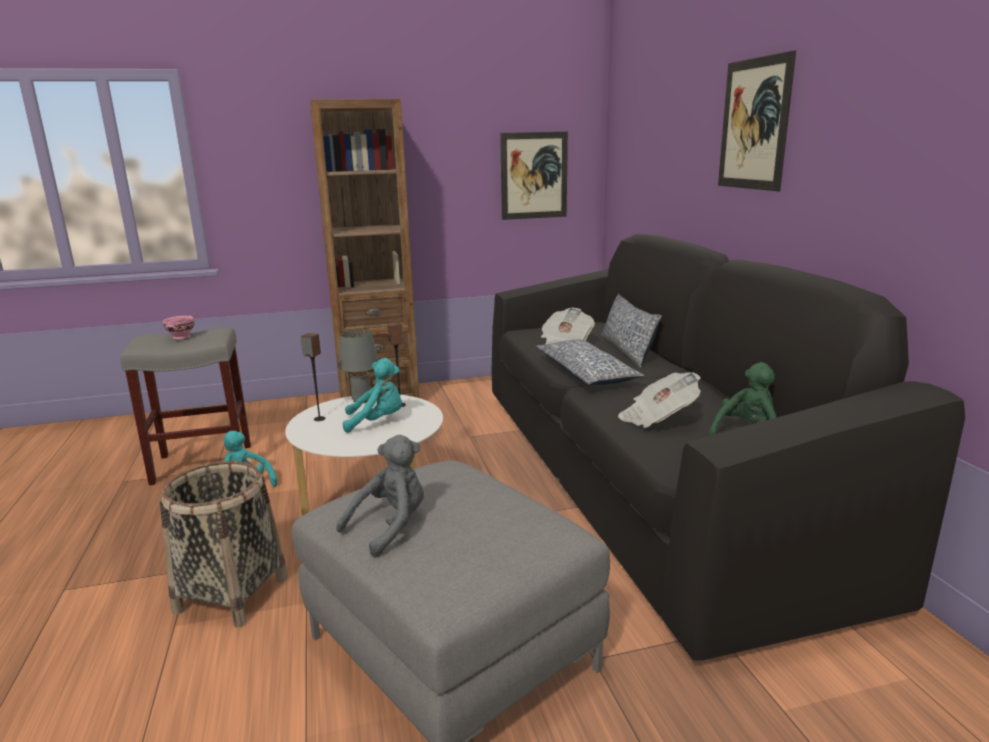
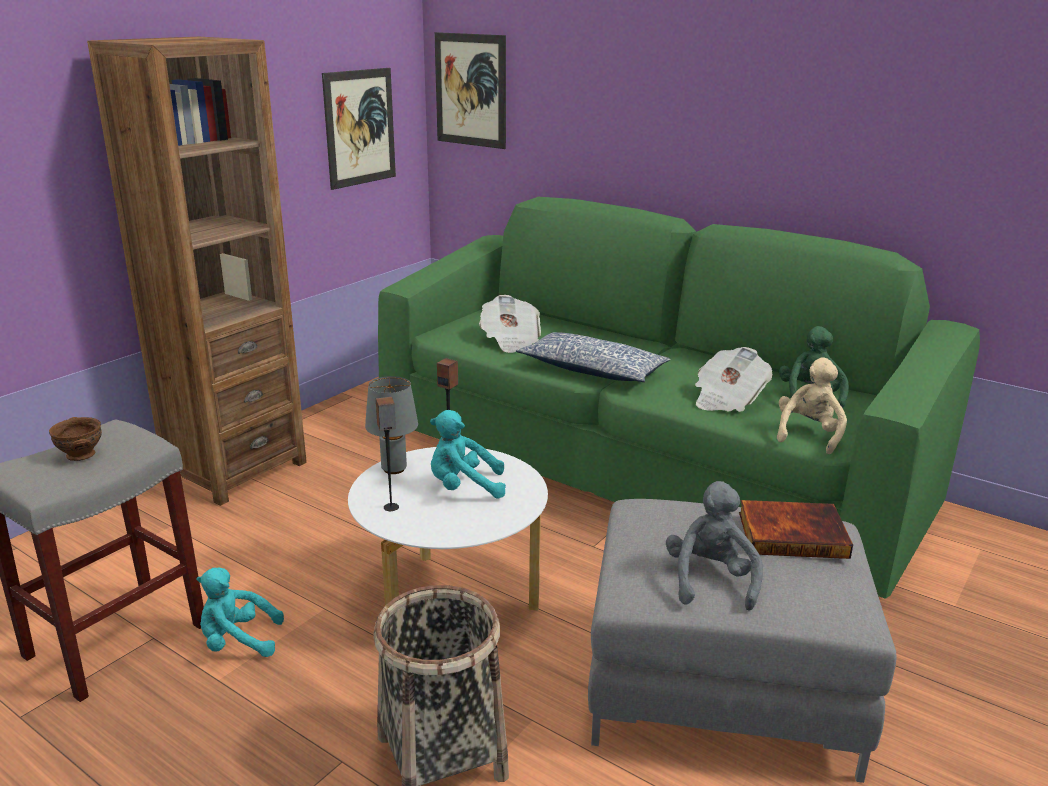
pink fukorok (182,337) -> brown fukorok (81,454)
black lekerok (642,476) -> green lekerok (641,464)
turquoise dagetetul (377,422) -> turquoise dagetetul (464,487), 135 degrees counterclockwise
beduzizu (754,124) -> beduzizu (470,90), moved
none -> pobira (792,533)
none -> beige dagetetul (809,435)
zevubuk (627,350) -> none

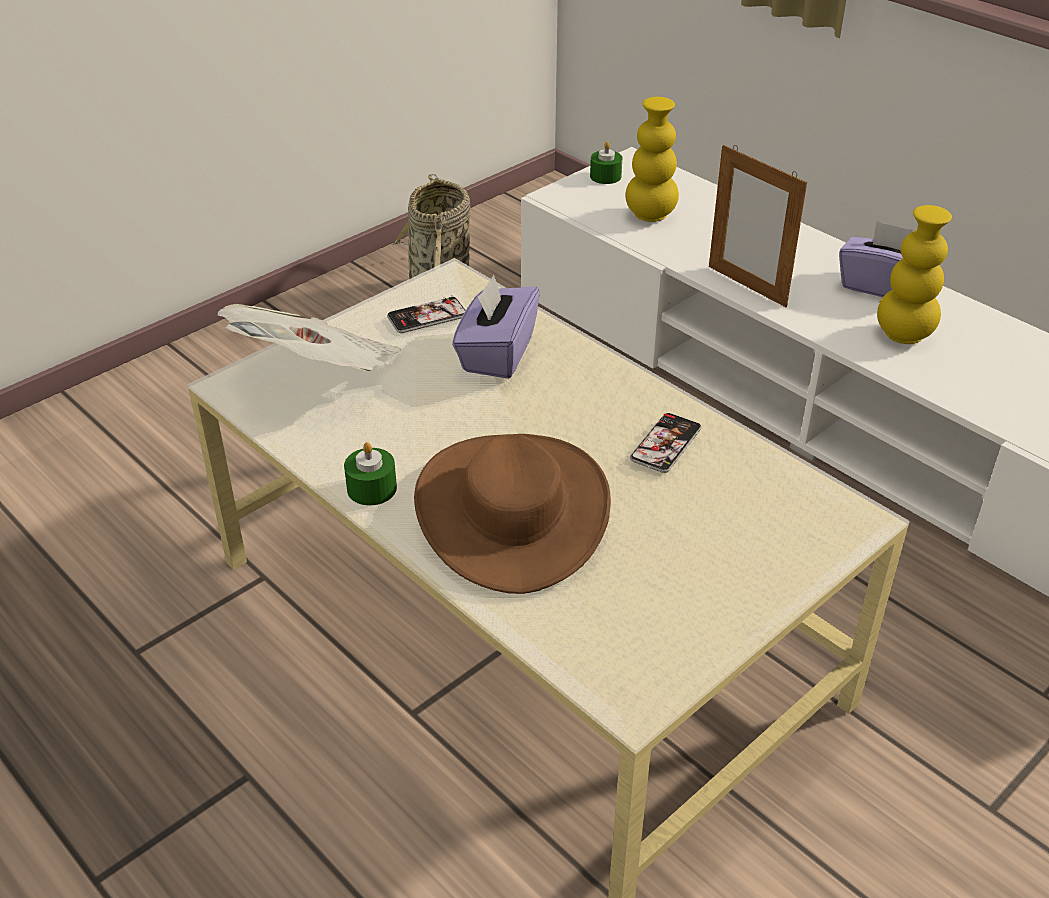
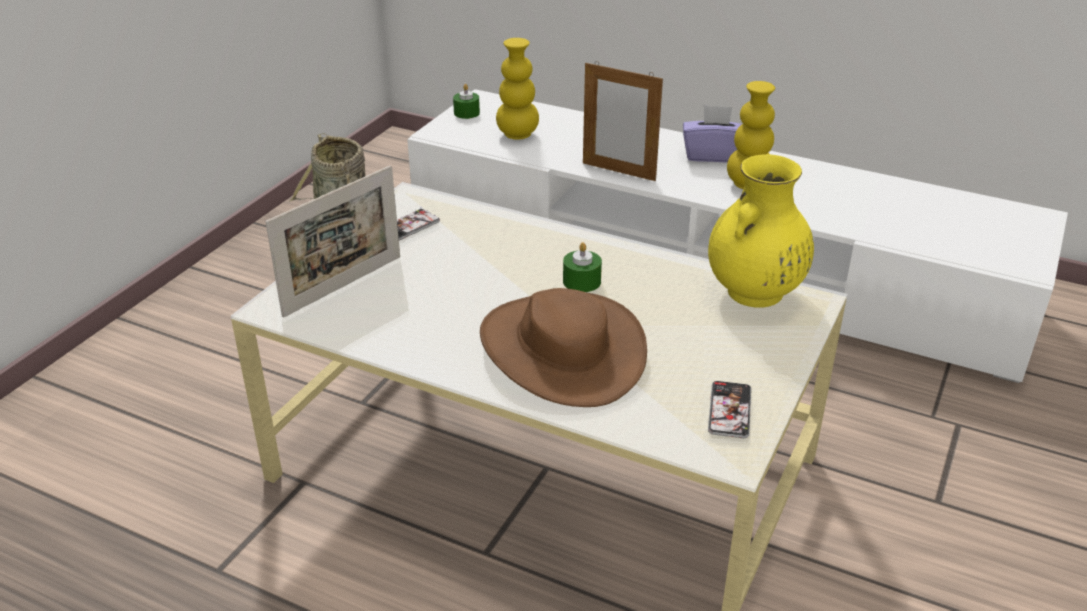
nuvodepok (319,374) -> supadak (343,286)
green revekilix (371,488) -> green revekilix (581,281), moved
none -> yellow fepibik (754,293)
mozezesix (666,444) -> mozezesix (729,410), moved
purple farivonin (496,353) -> none

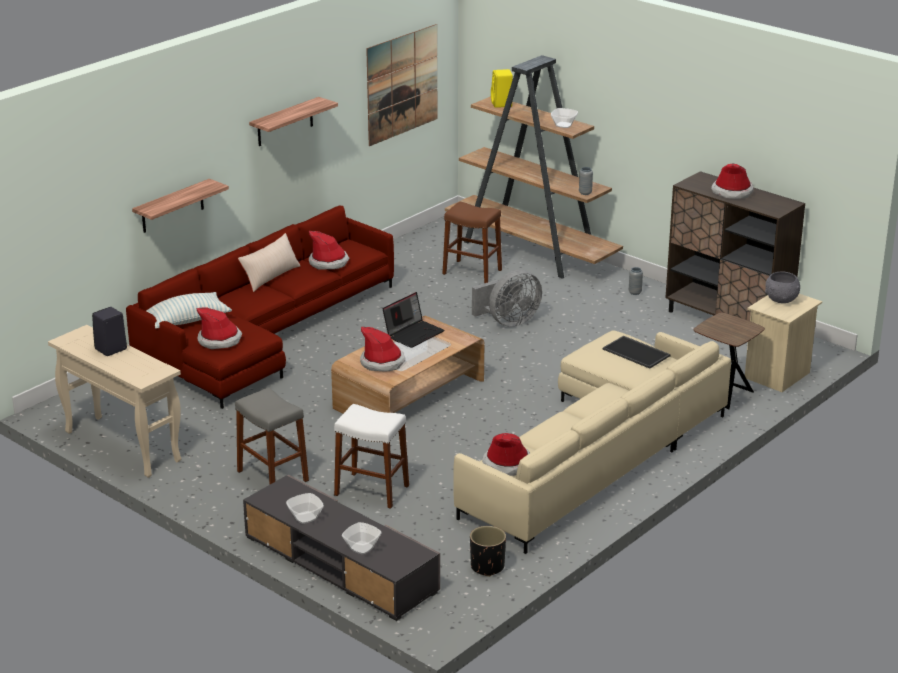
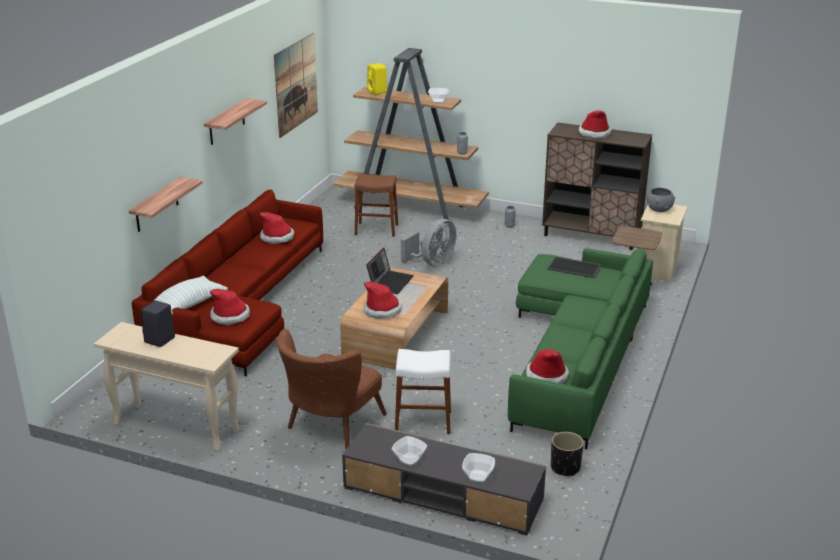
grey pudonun (272,476) -> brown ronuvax (330,426)
beige lekerok (596,453) -> green lekerok (576,353)
beige zevubuk (270,276) -> none

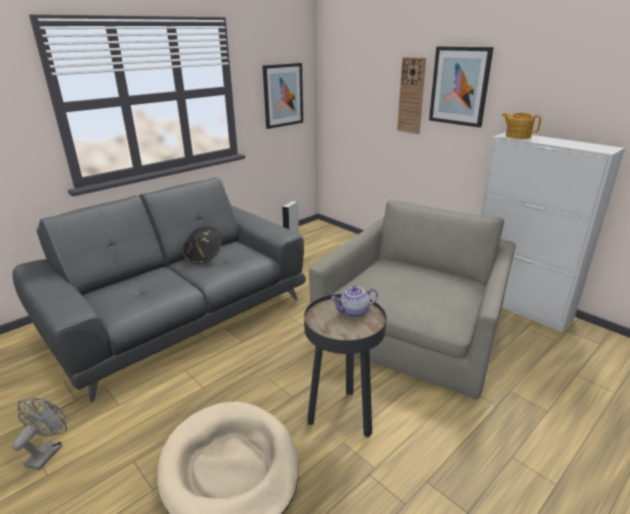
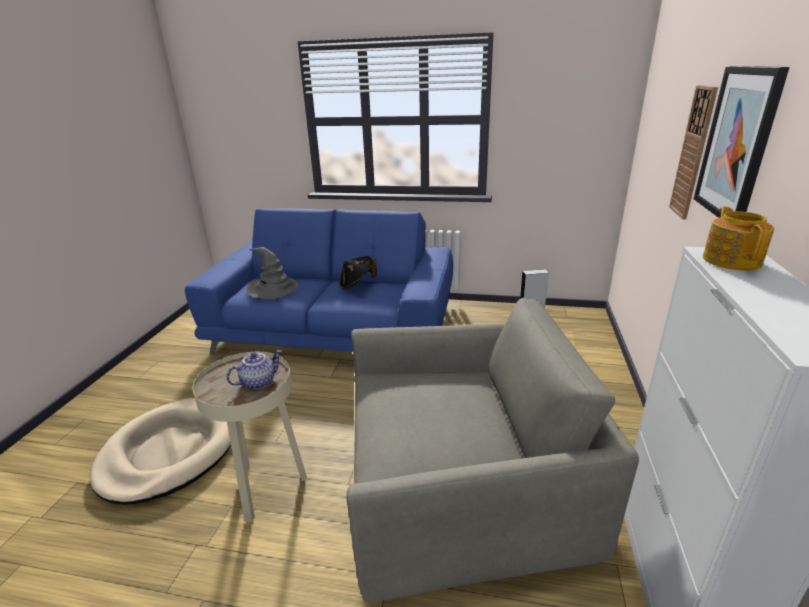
grey lekerok (179,316) -> blue lekerok (335,331)
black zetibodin (343,416) -> beige zetibodin (267,489)
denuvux (354,312) -> denuvux (258,381), 105 degrees clockwise
none -> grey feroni (273,289)
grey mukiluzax (48,451) -> none
beduzizu (283,95) -> none

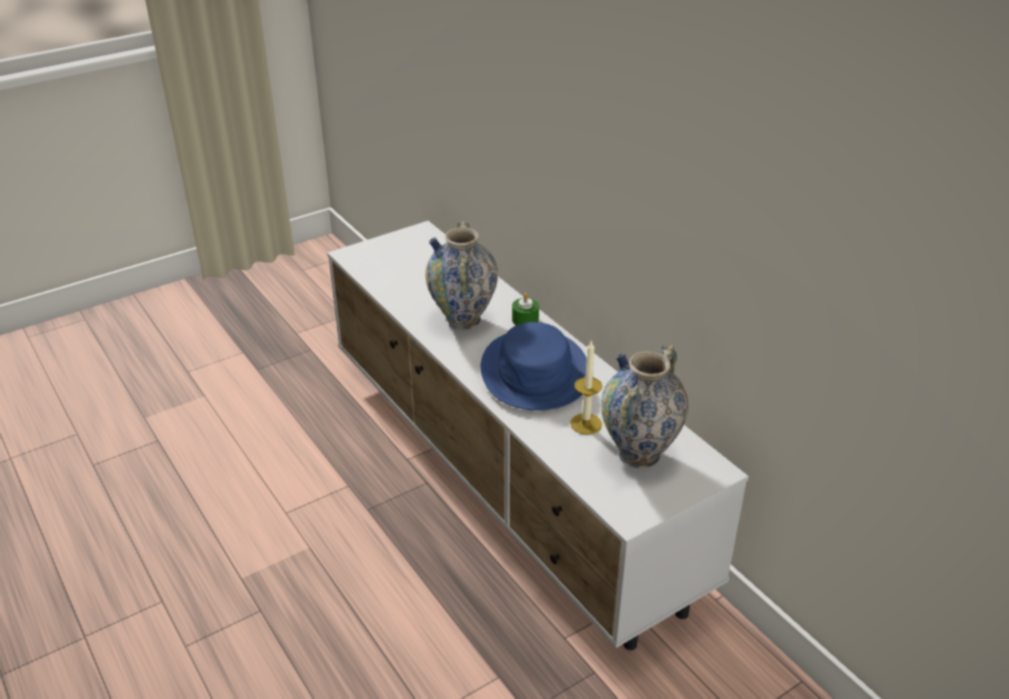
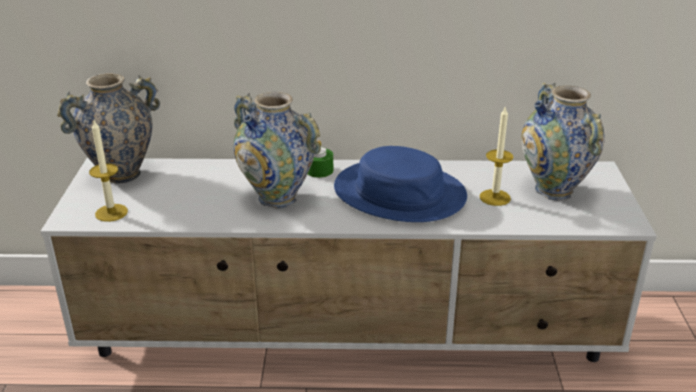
none -> fepibik (121,174)
none -> revekilix (111,212)

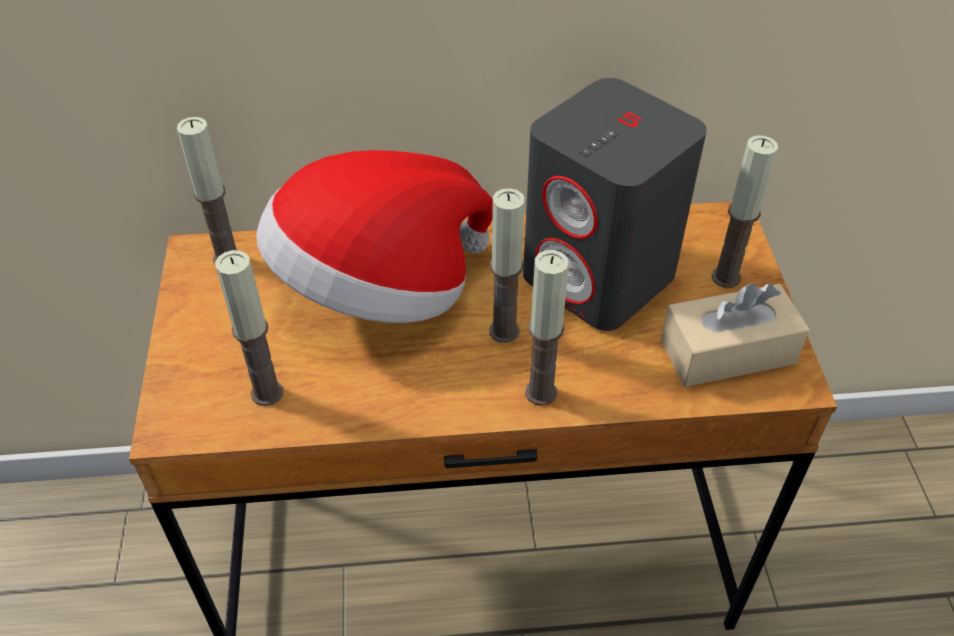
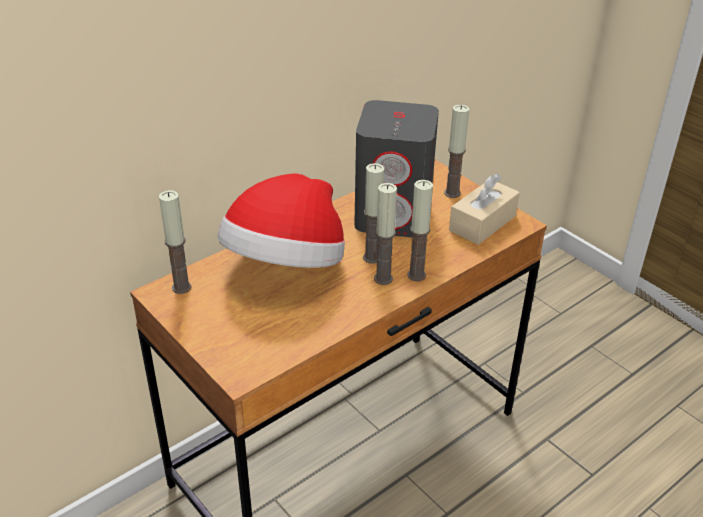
revekilix (267,393) -> revekilix (383,279), moved

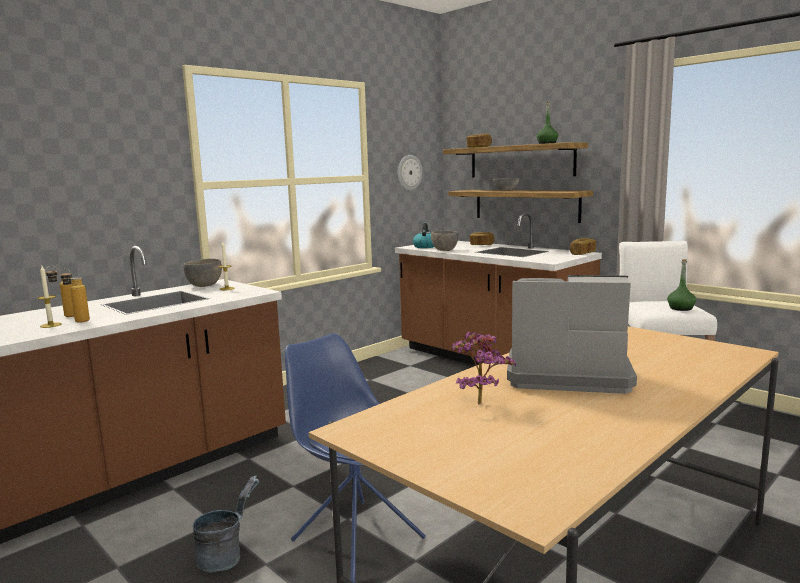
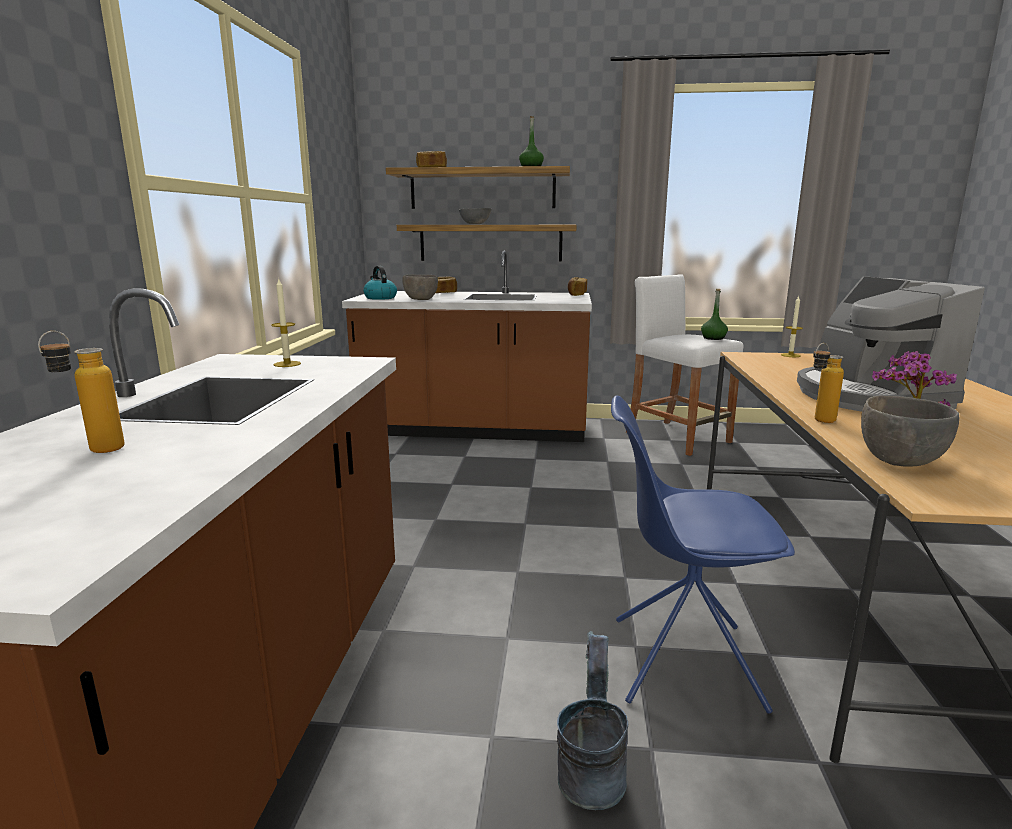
revekilix (51,325) -> revekilix (790,355), moved
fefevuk (565,374) -> fefevuk (867,396), 75 degrees counterclockwise
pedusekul (78,321) -> pedusekul (818,421), moved
grey fukorok (205,285) -> grey fukorok (899,460), moved
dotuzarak (409,172) -> none

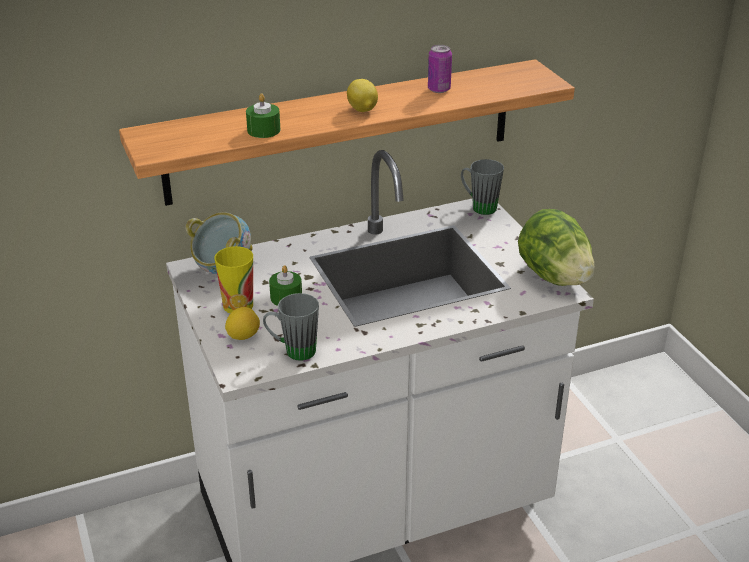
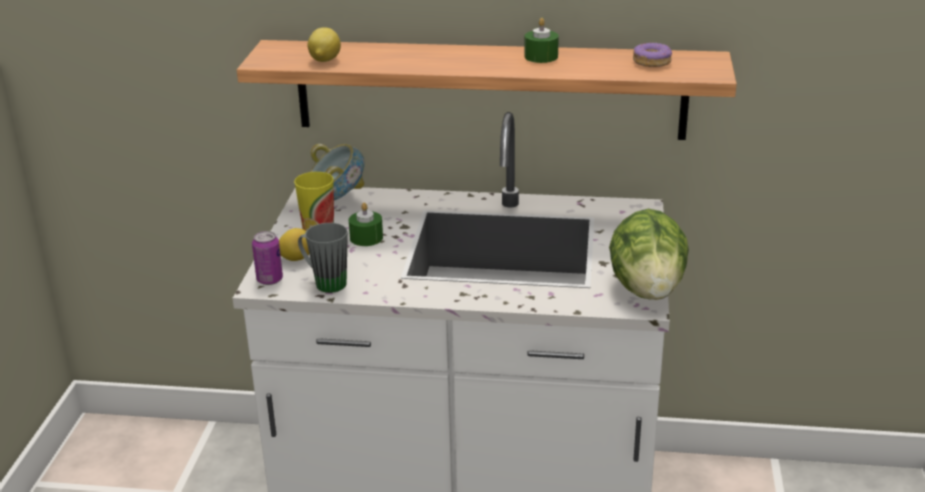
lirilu (439,89) -> lirilu (269,279), moved
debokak (362,110) -> debokak (324,60), moved
green revekilix (263,130) -> green revekilix (541,56), moved
none -> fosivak (652,62)
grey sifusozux (478,206) -> none

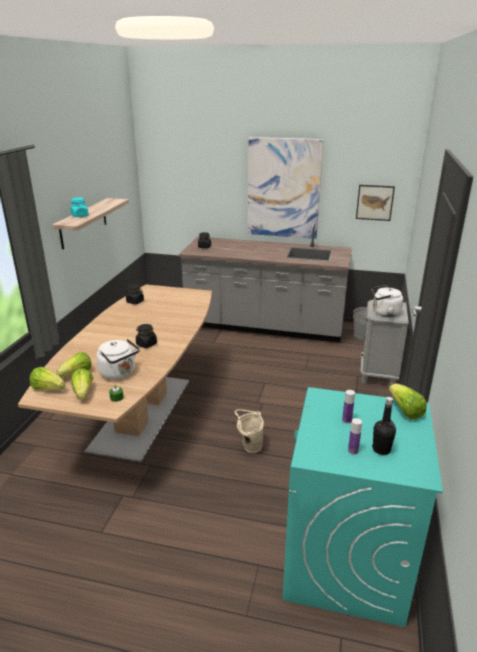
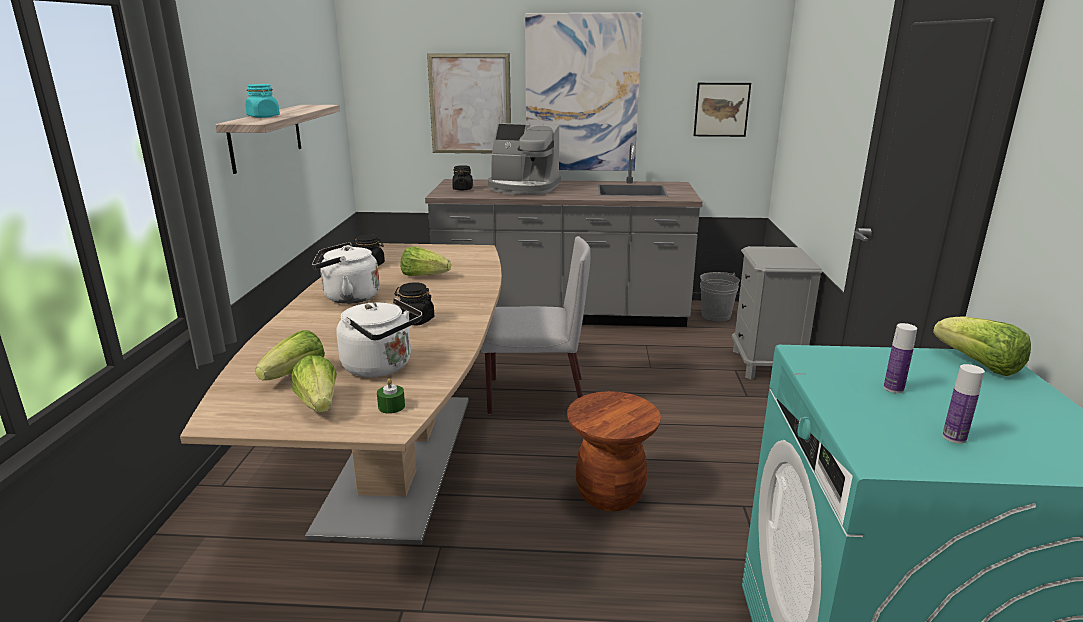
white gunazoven (384,313) -> white gunazoven (347,298), moved
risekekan (48,388) -> risekekan (424,276), moved
none -> beduzizu (470,104)
none -> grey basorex (534,396)
none -> fefevuk (523,188)
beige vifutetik (249,447) -> brown pudonun (610,494)
black pedusekul (381,449) -> none

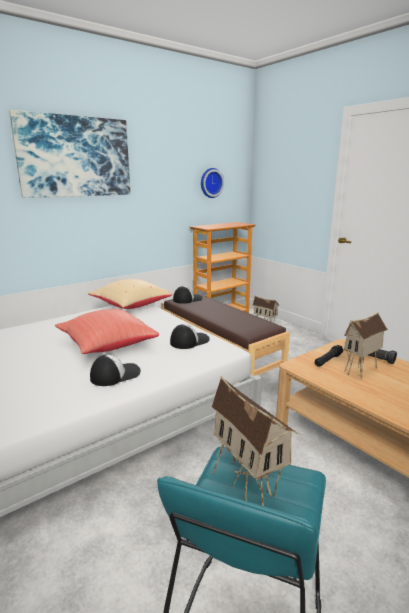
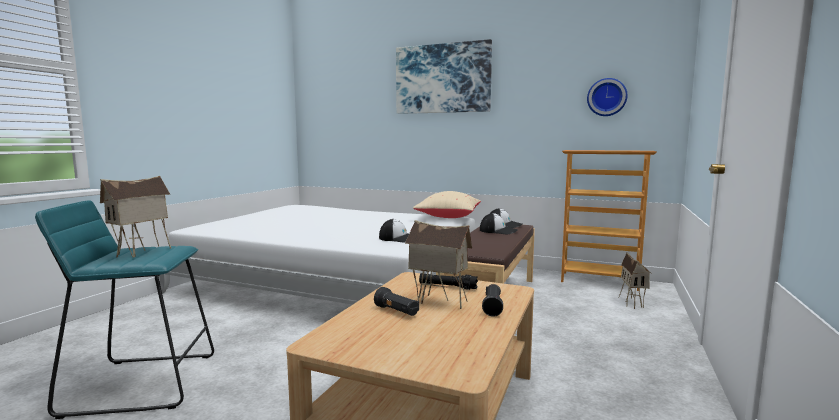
none -> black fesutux (397,312)
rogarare (115,374) -> rogarare (498,231), moved
red zevubuk (106,345) -> none

